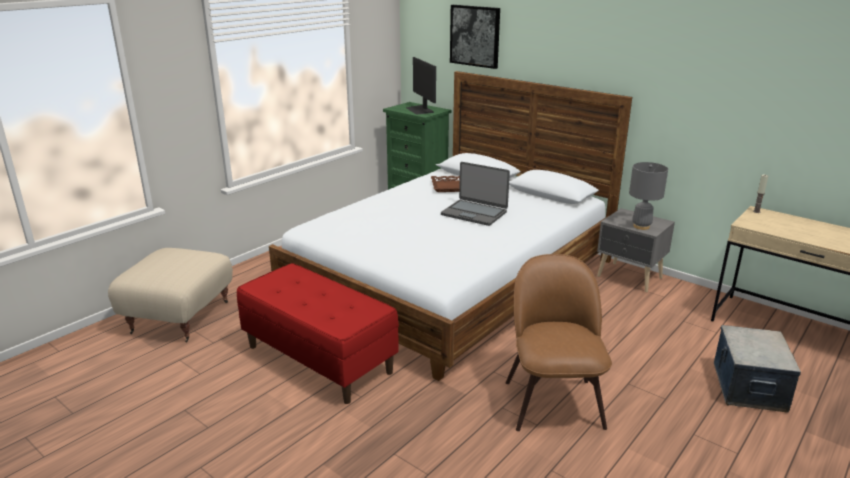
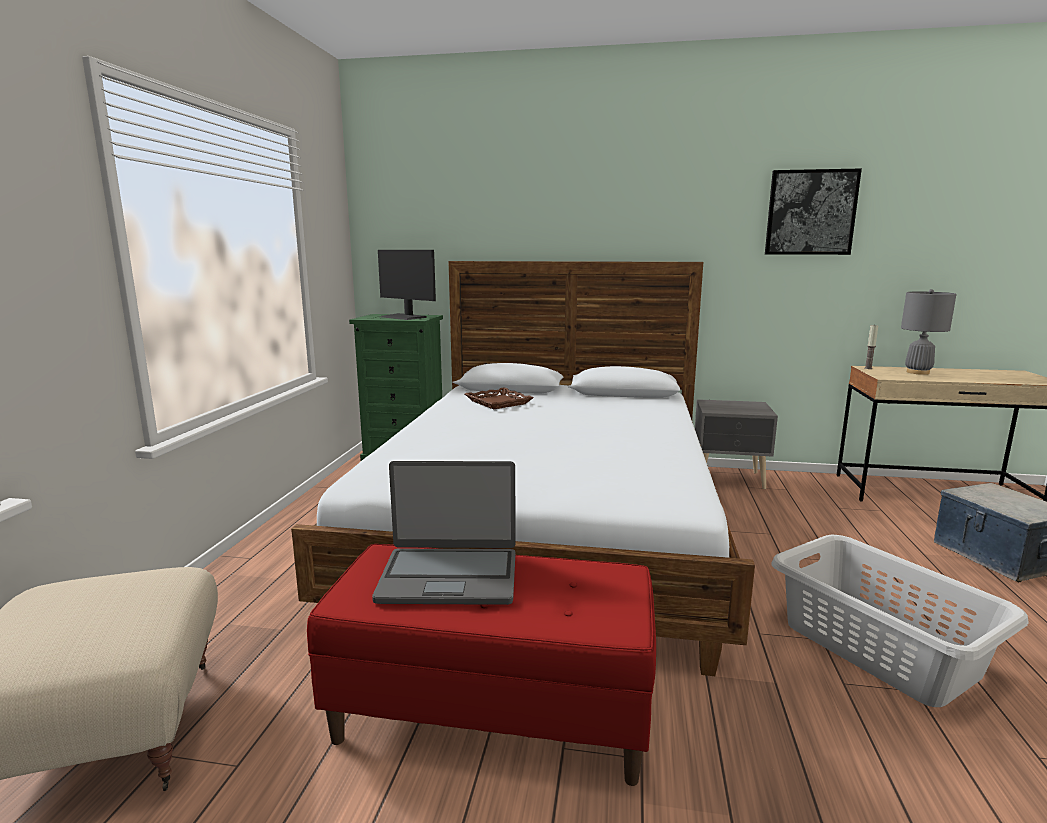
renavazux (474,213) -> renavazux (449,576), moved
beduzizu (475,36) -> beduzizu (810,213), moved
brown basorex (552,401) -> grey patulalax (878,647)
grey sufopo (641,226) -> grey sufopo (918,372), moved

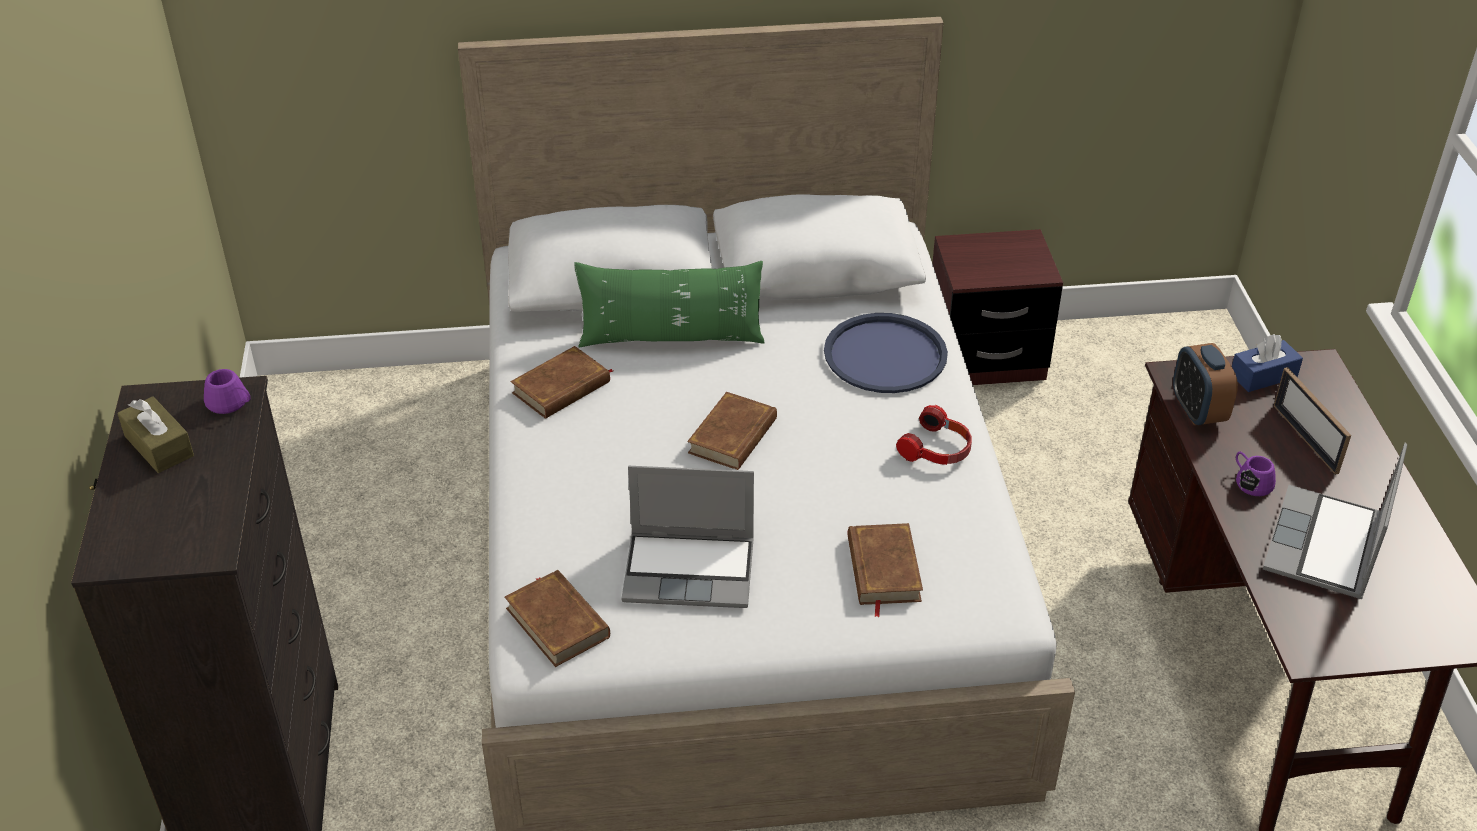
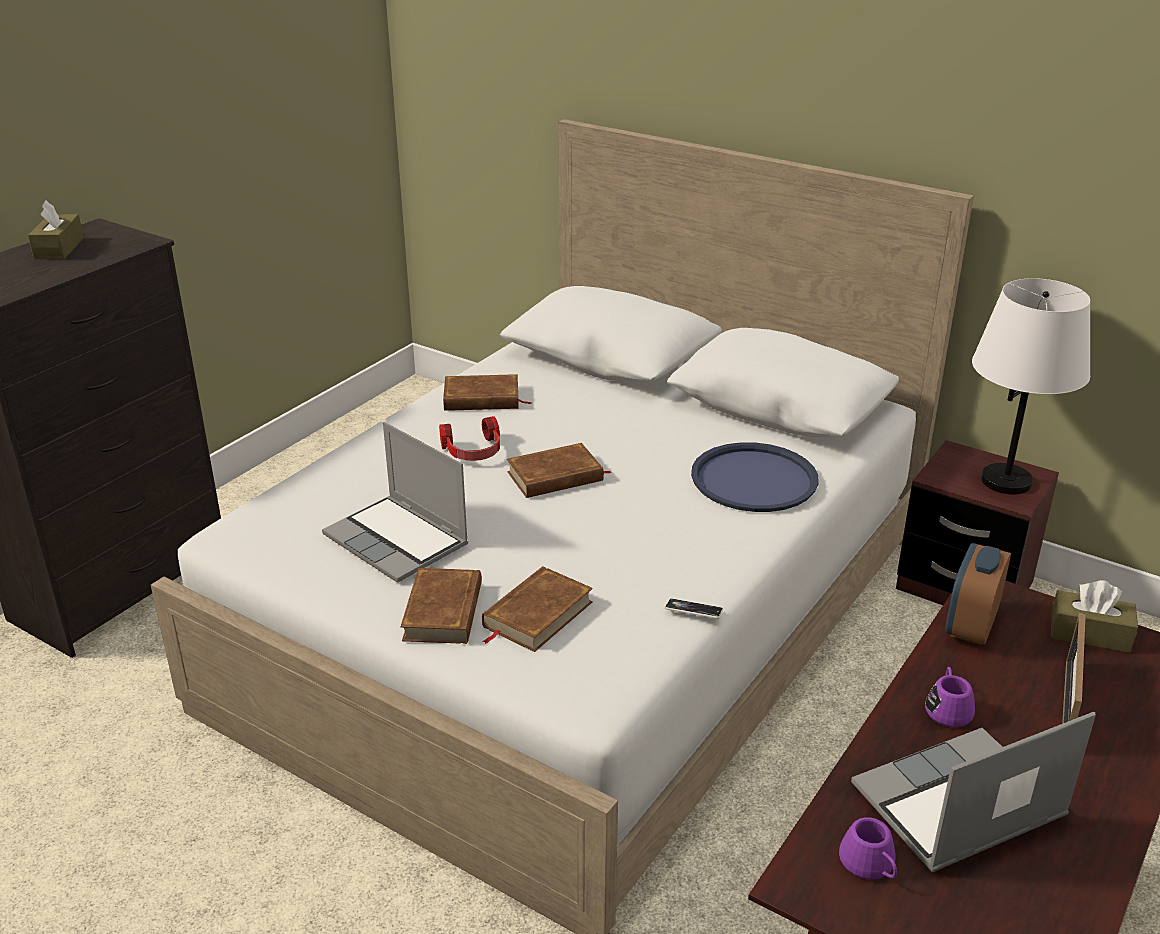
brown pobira (558,622) -> brown pobira (444,611), moved
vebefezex (937,449) -> vebefezex (473,452), moved
none -> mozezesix (693,611)
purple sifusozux (231,403) -> purple sifusozux (870,866), moved
none -> white sufopo (1005,481)
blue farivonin (1263,376) -> brown farivonin (1089,633)
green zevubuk (671,337) -> none

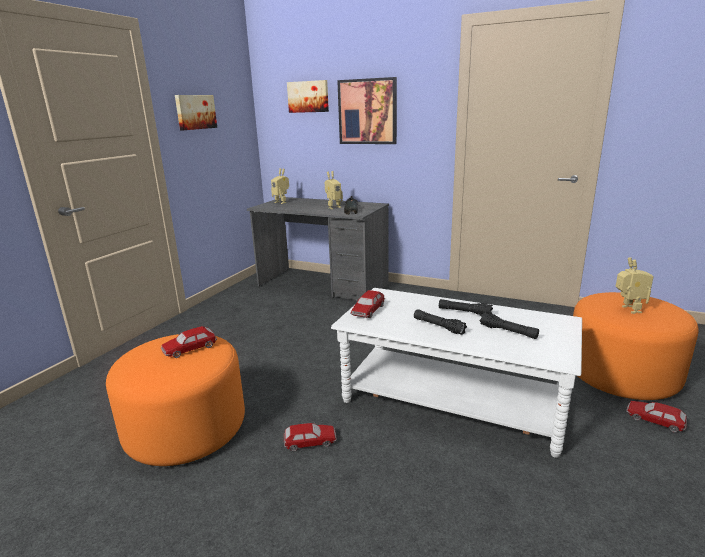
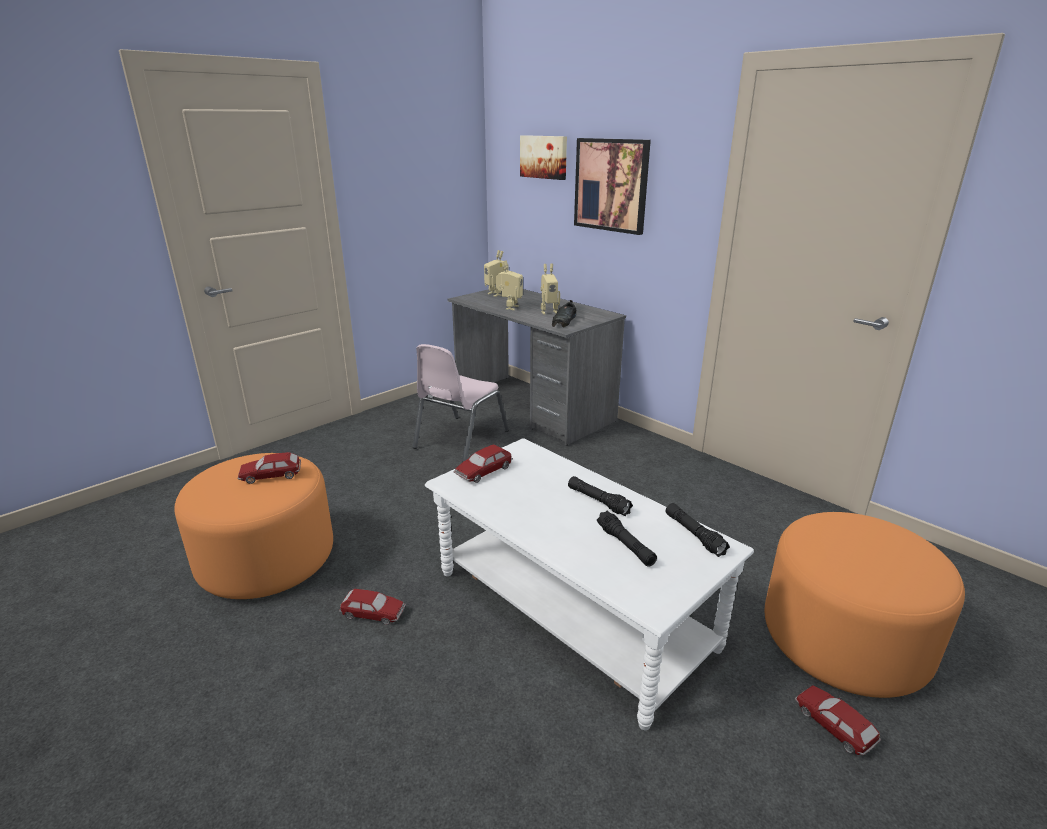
none -> pink basorex (460,439)
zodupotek (628,309) -> zodupotek (509,307), moved
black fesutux (438,326) -> black fesutux (694,535), moved
beduzizu (195,112) -> none

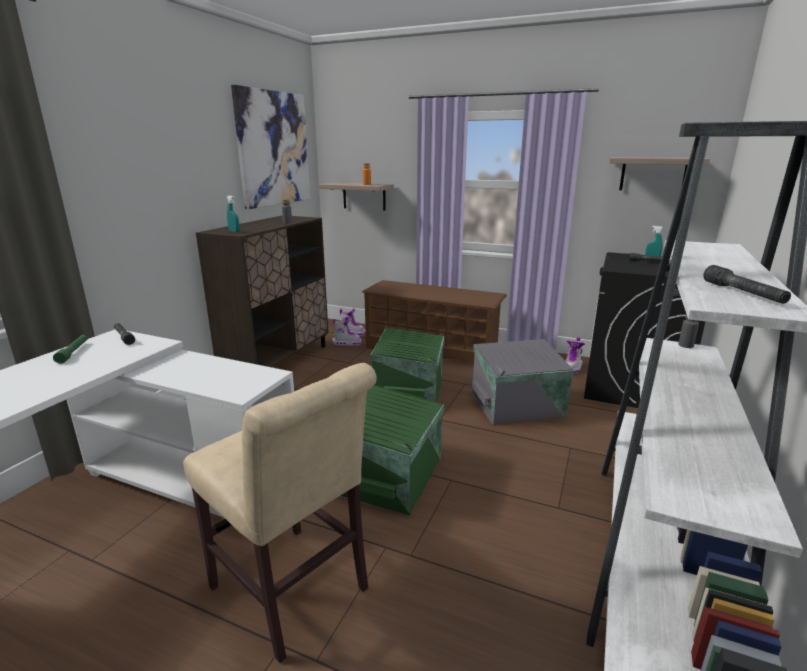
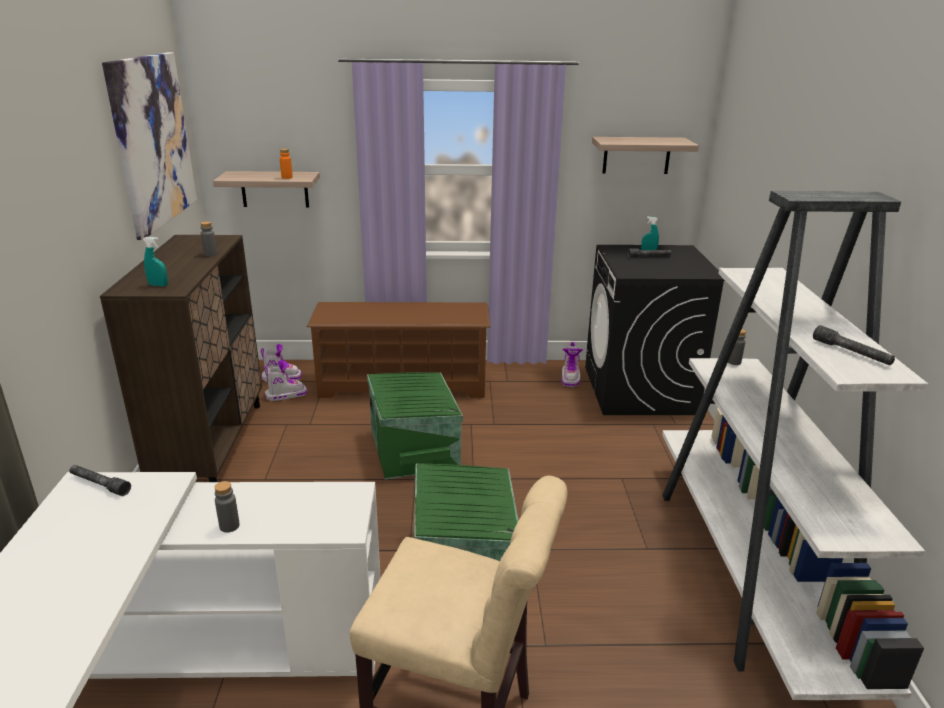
none -> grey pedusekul (229,526)
green fesutux (73,352) -> none
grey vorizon (518,406) -> none

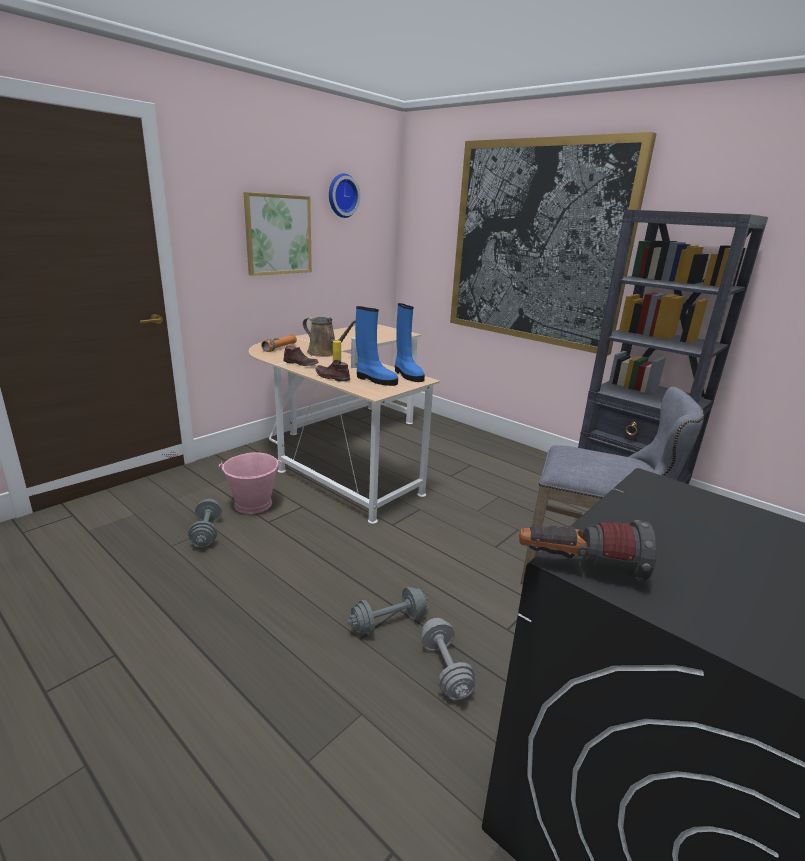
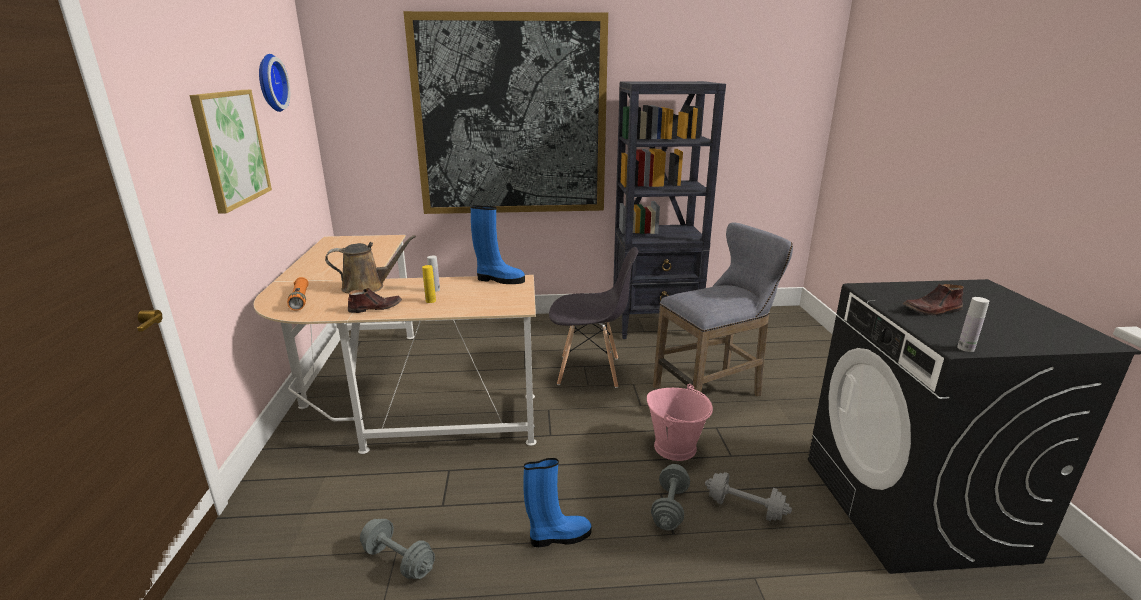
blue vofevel (375,380) -> blue vofevel (558,537), moved
none -> grey basorex (590,371)
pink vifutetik (254,504) -> pink vifutetik (675,447), moved
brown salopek (332,377) -> brown salopek (932,310), moved
fesutux (579,568) -> white pedusekul (965,348)

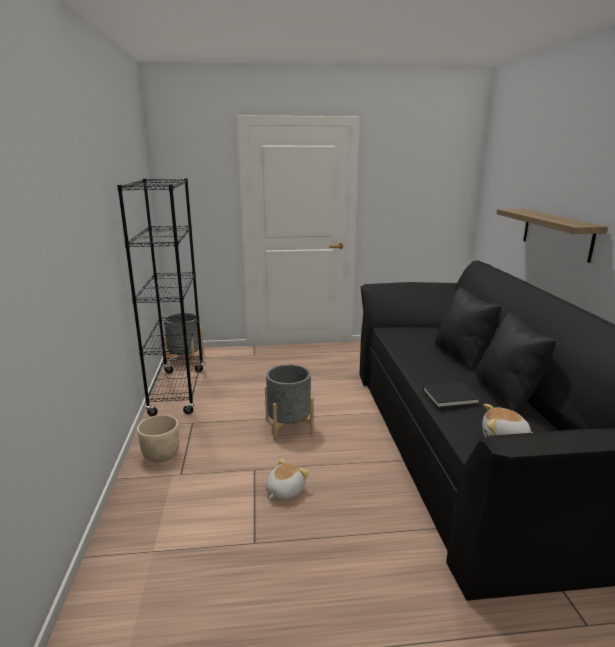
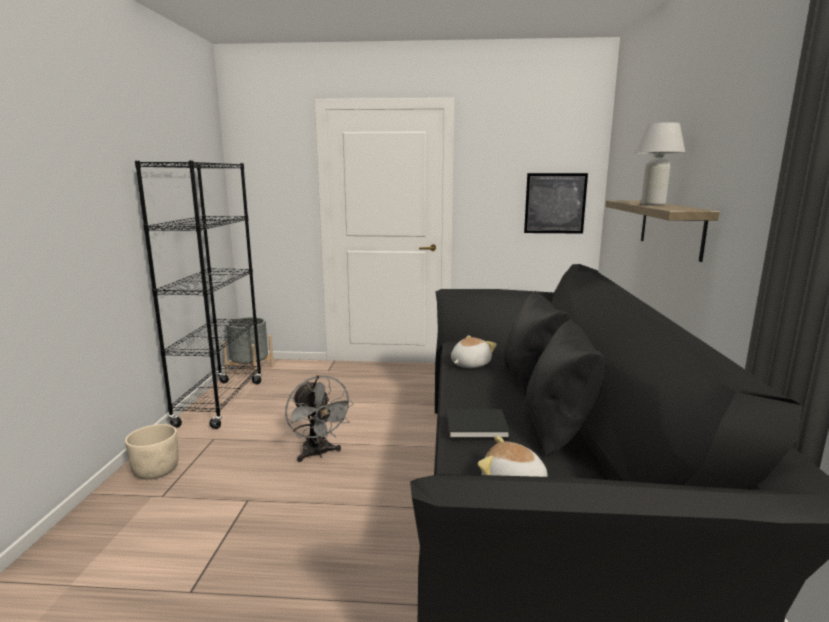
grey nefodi (289,427) -> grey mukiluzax (318,454)
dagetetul (284,491) -> dagetetul (469,364), moved
none -> beduzizu (555,203)
none -> white sufopo (653,204)

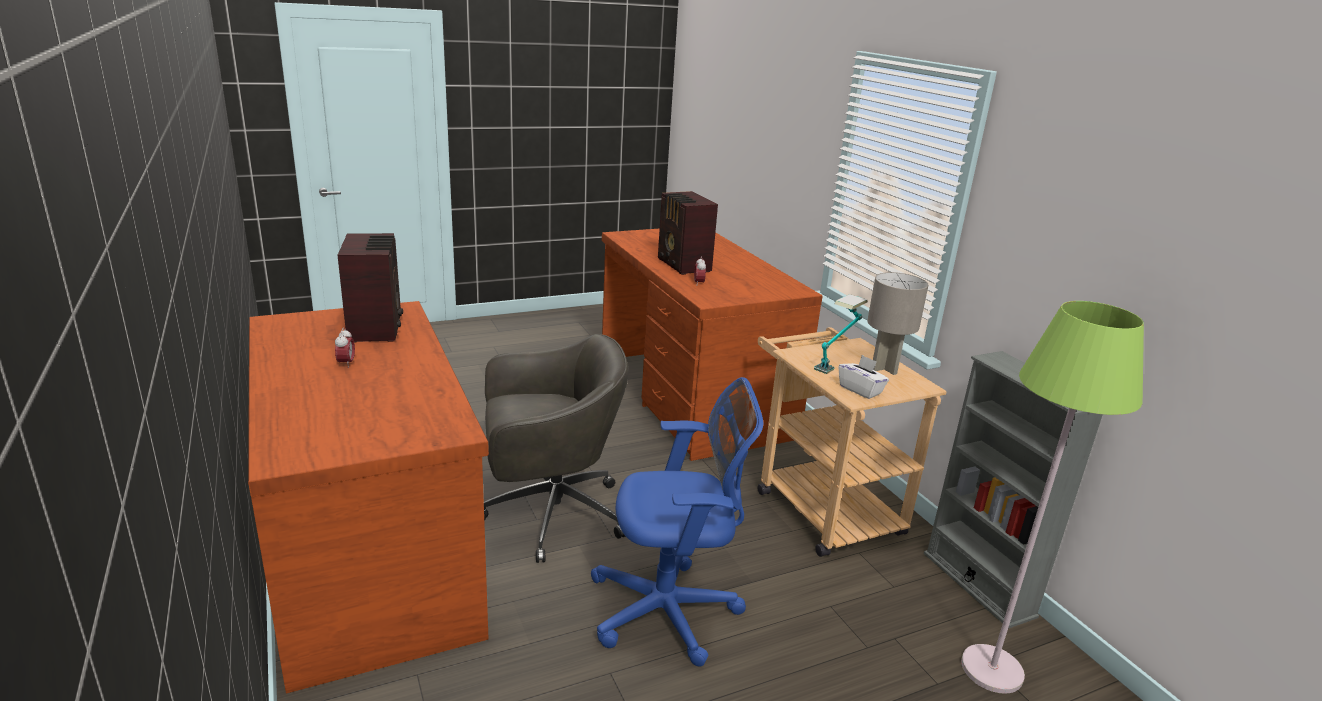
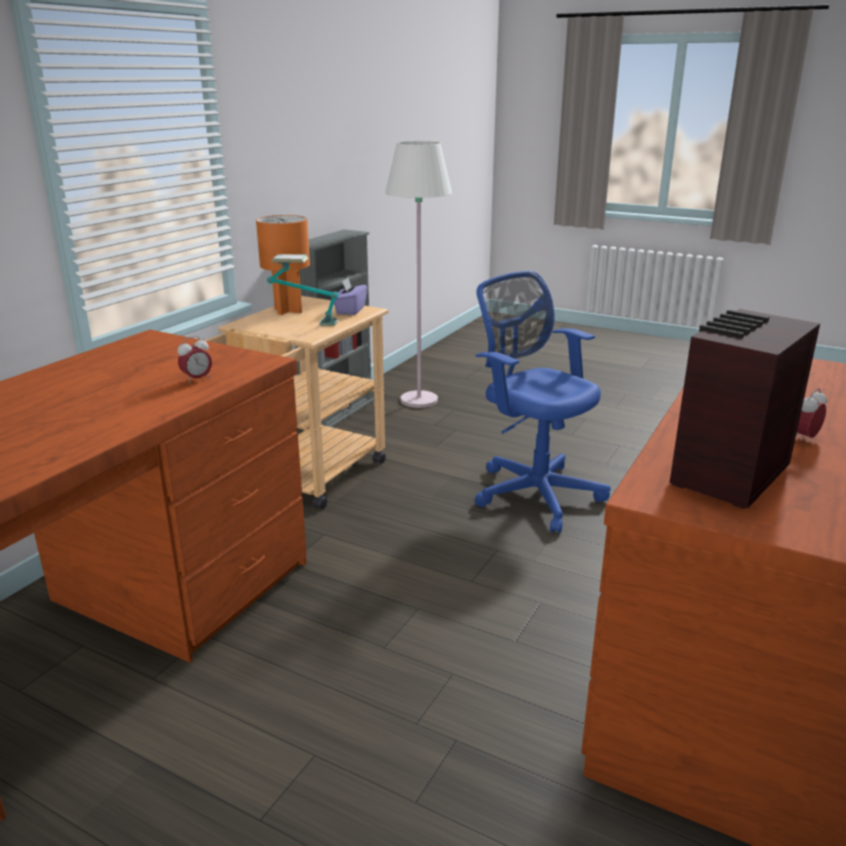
grey sufopo (884,368) -> orange sufopo (287,311)
white farivonin (860,390) -> purple farivonin (350,310)
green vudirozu (991,670) -> white vudirozu (419,400)
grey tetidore (550,514) -> none
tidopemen (683,265) -> none

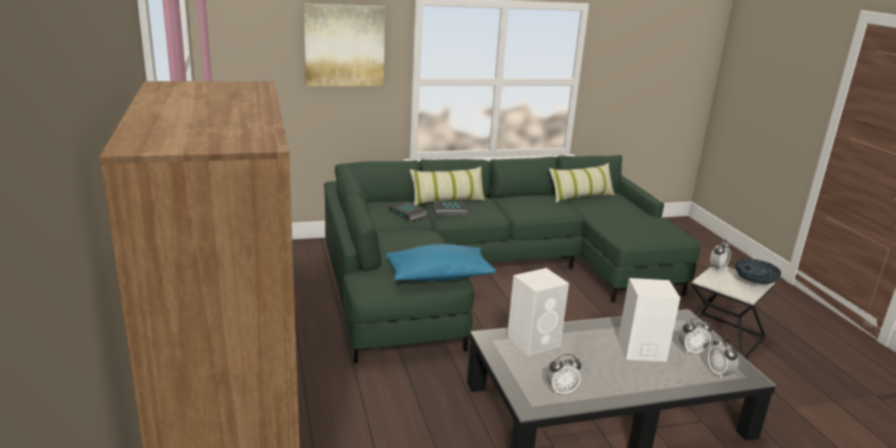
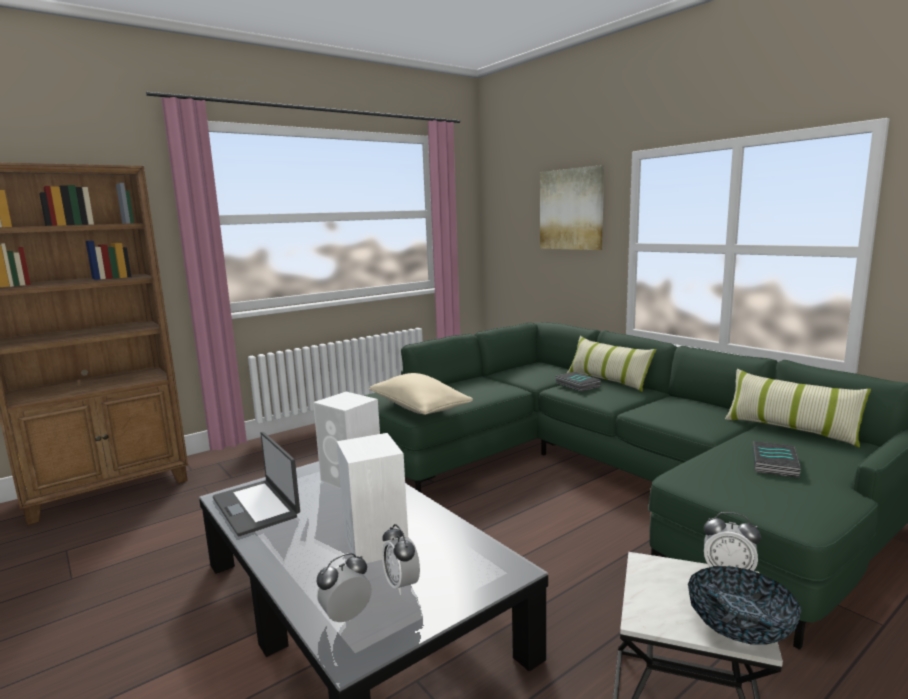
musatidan (561,391) -> renavazux (257,506)
blue zevubuk (439,276) -> beige zevubuk (419,409)
pobira (408,214) -> pobira (776,464), moved

